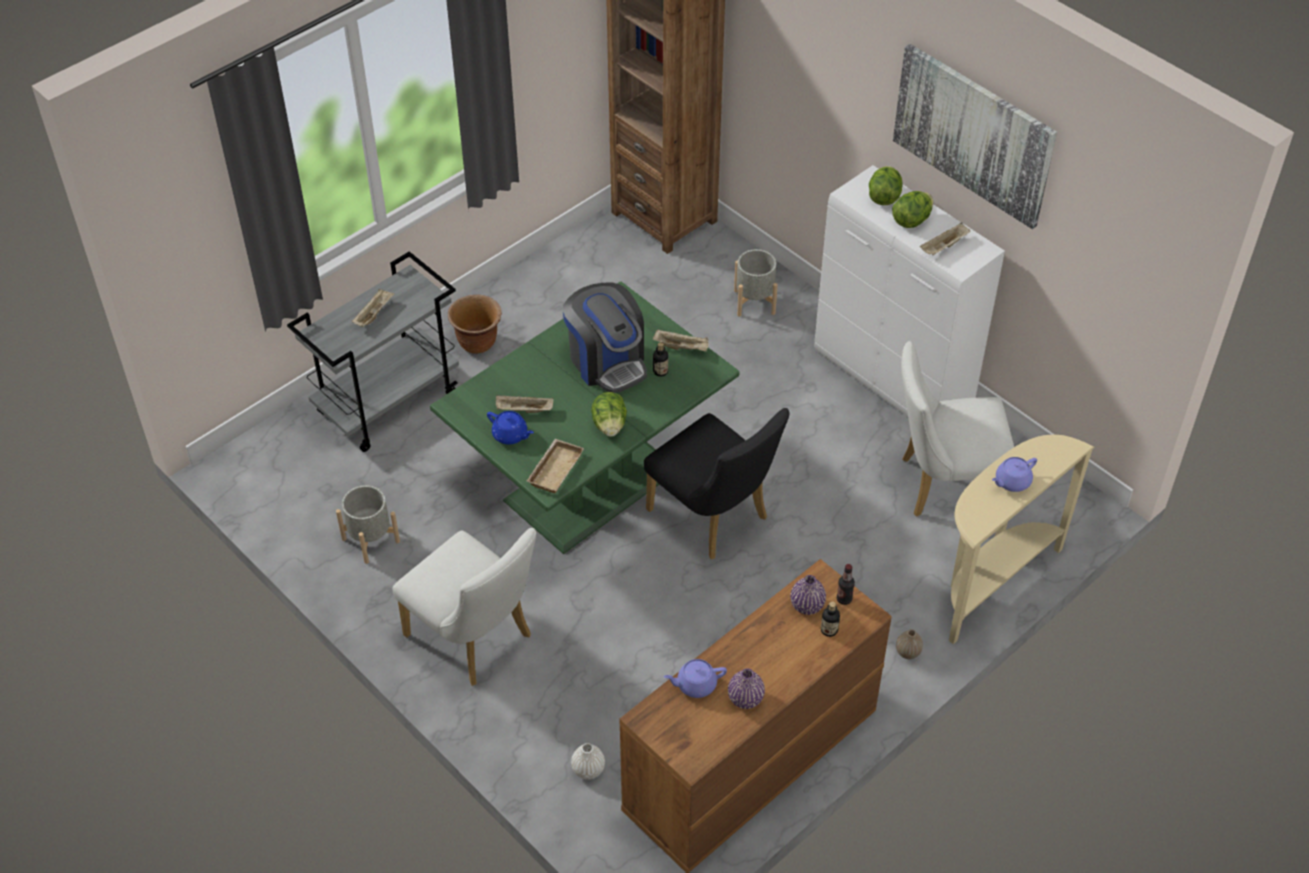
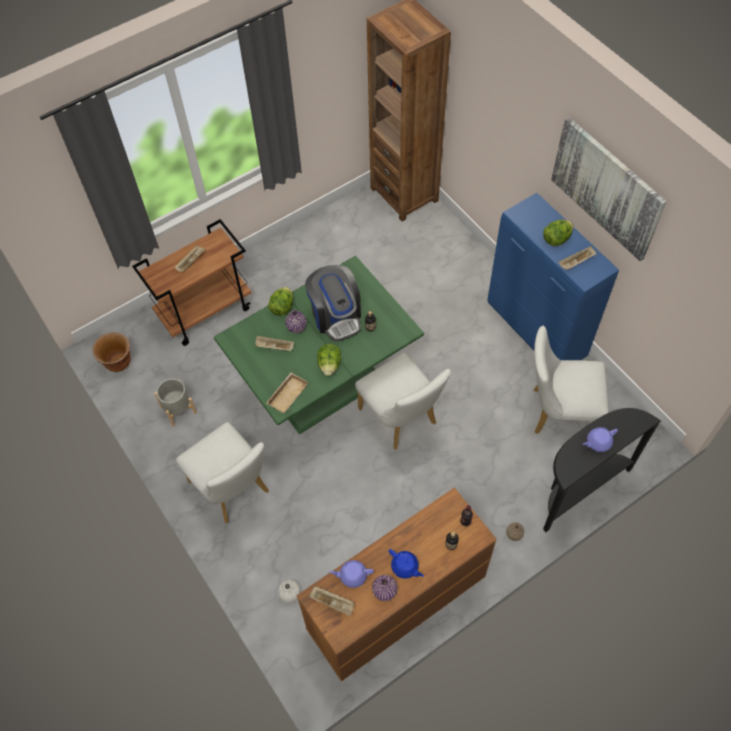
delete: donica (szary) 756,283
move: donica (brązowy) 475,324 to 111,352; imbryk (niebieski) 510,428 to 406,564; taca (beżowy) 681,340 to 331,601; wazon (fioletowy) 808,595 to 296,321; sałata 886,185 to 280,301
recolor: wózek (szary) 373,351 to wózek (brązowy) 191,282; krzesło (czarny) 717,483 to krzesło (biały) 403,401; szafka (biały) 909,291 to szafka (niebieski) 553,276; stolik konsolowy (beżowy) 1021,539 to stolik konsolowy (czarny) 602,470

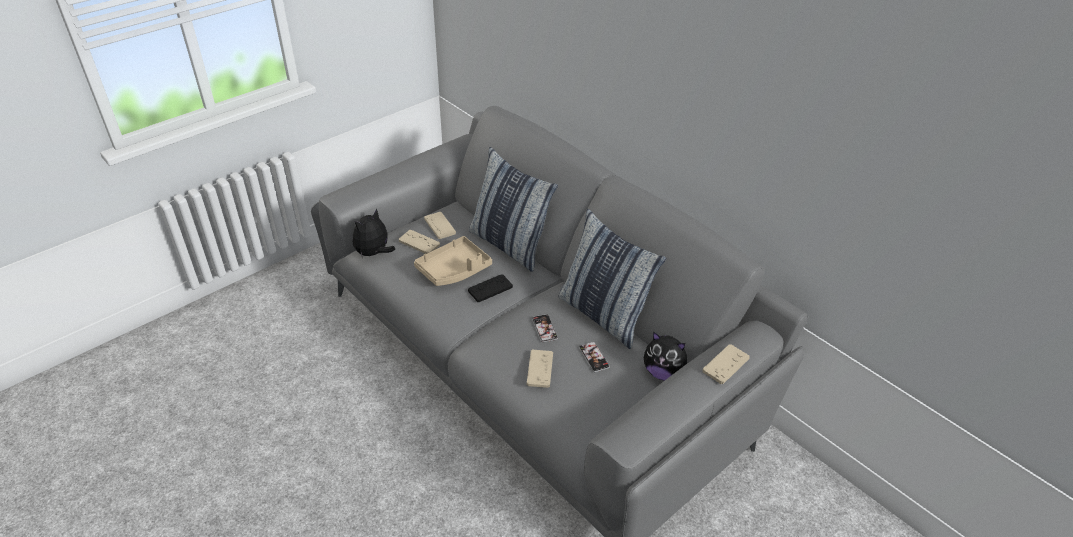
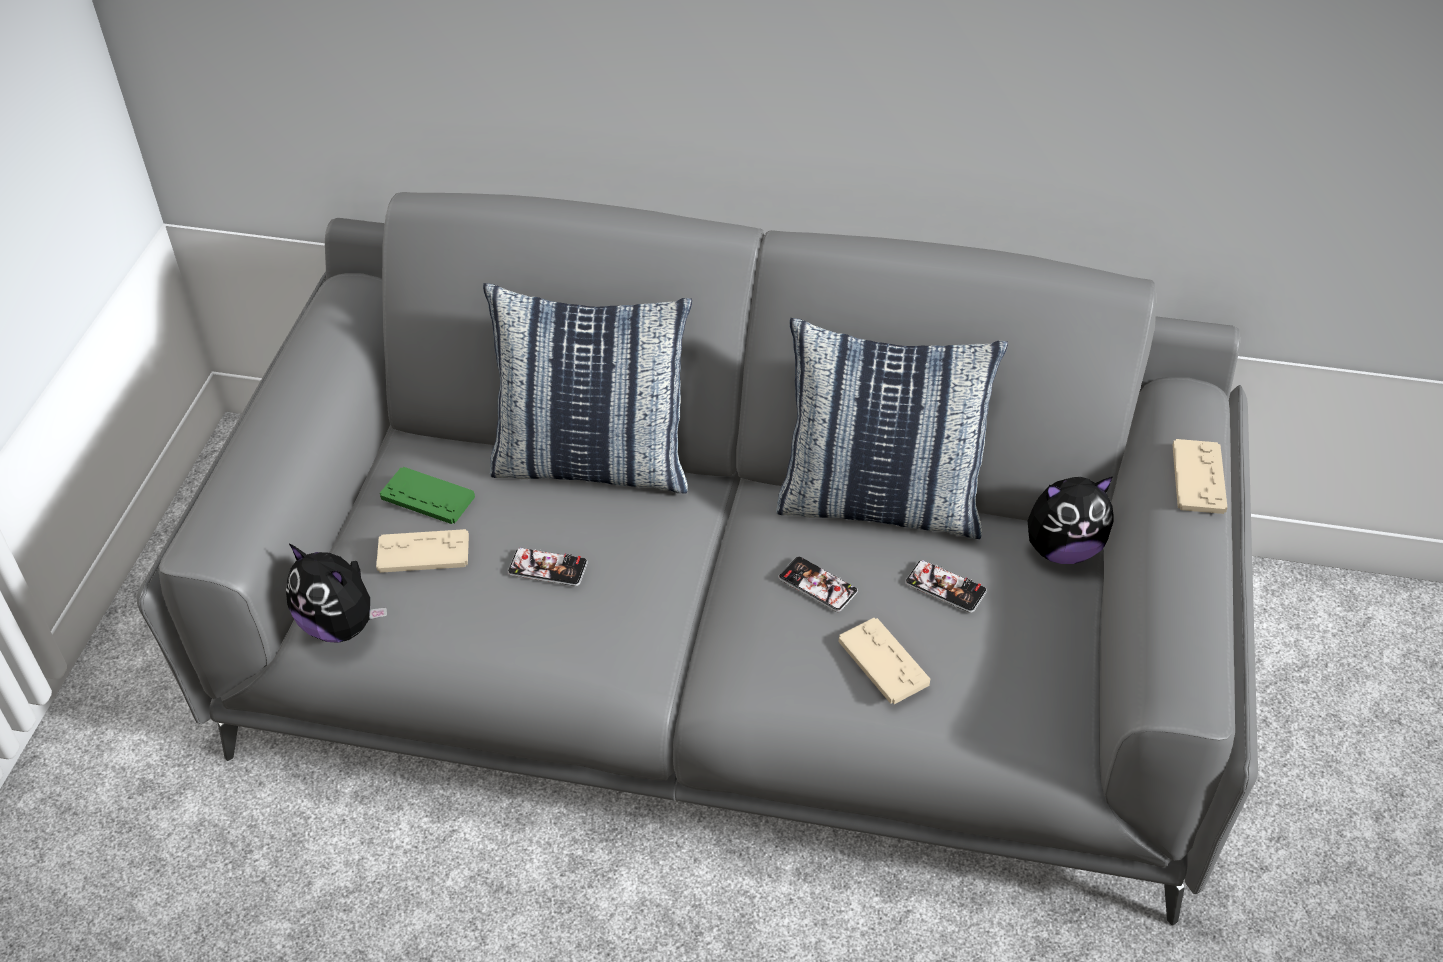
delete: pad do gier (czarny) 490,288
replace: taca (beżowy) 453,261 to telefon 548,567
recolor: pad do gier (beżowy) 440,225 to pad do gier (zielony) 427,495
rotate: pluszak 374,233 = 336,593 60 degrees counterclockwise

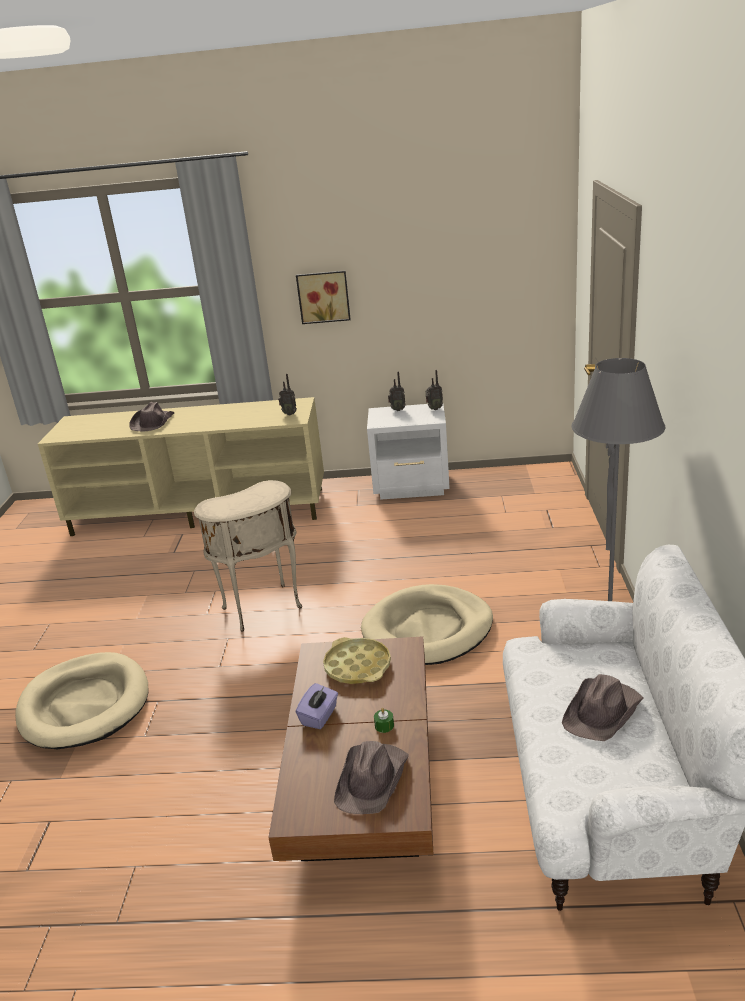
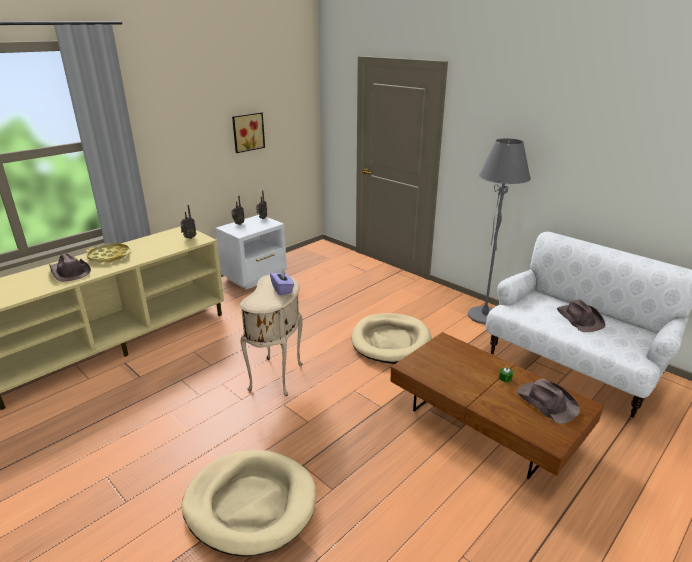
move: obraz 323,297 to 248,132; pudełko chusteczek (fioletowy) 317,706 to 282,282; taca (żółty) 357,660 to 108,253

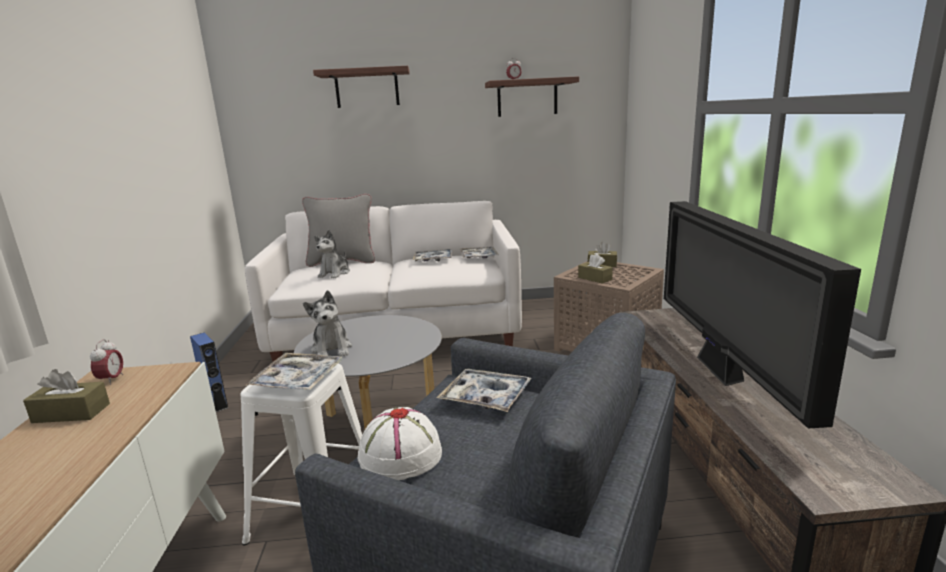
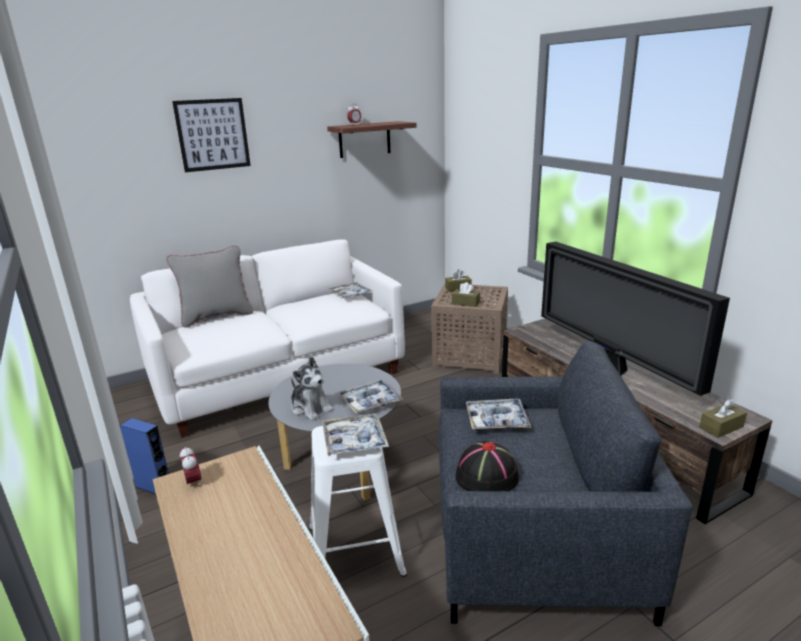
delete: pluszak 332,254
move: pudełko chusteczek (brązowy) 66,396 to 723,418; taca 432,255 to 370,396
replace: półka 361,87 to obraz 211,135
recolor: kapelusz (biały) 400,443 to kapelusz (czarny) 487,466

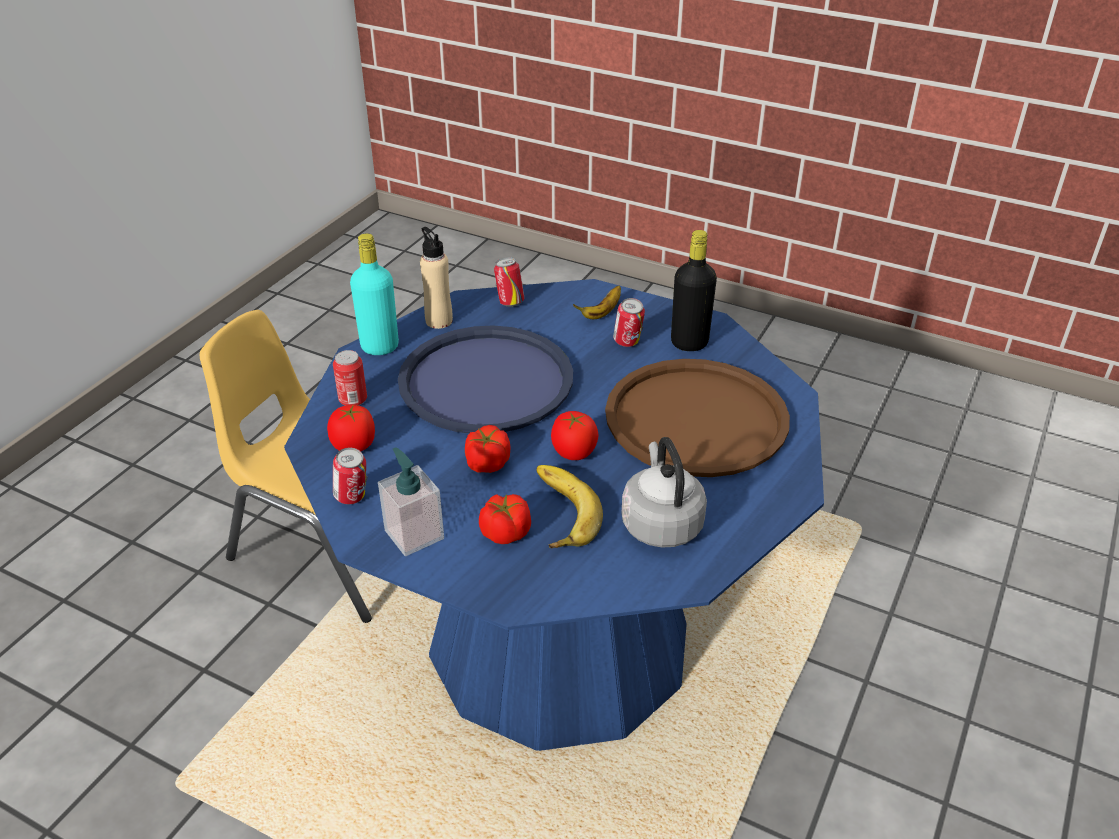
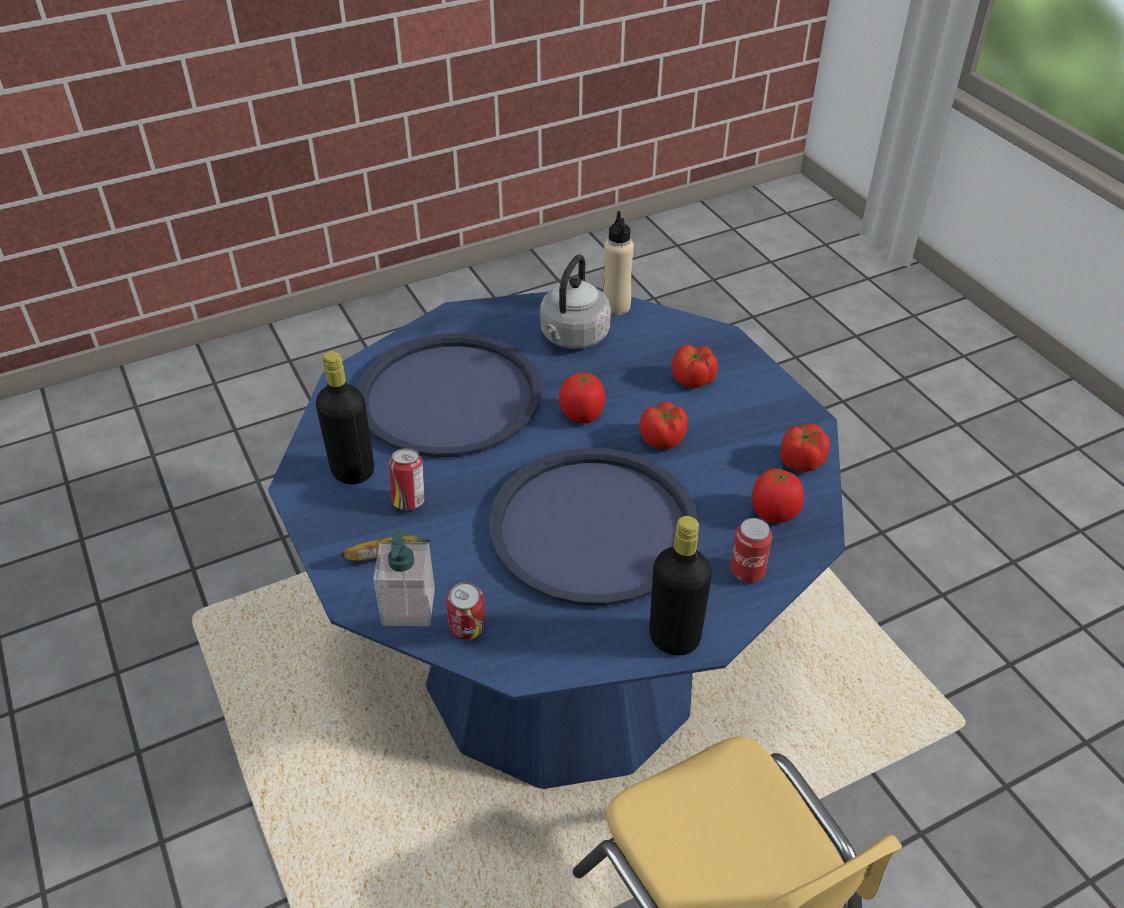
delete: banan 569,506
move: dozownik mydła 411,502 to 404,576; butelka (beżowy) 436,278 to 618,263
replace: puszka 350,475 to pomidor 805,448
recolor: butelka (turkusowy) 374,294 to butelka (czarny) 680,585; taca (brązowy) 697,418 to taca (niebieski) 449,395

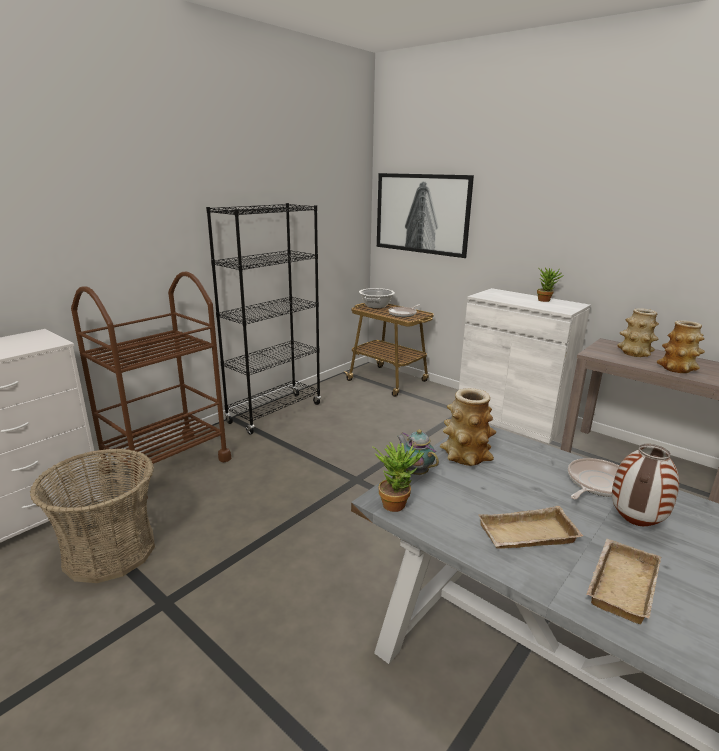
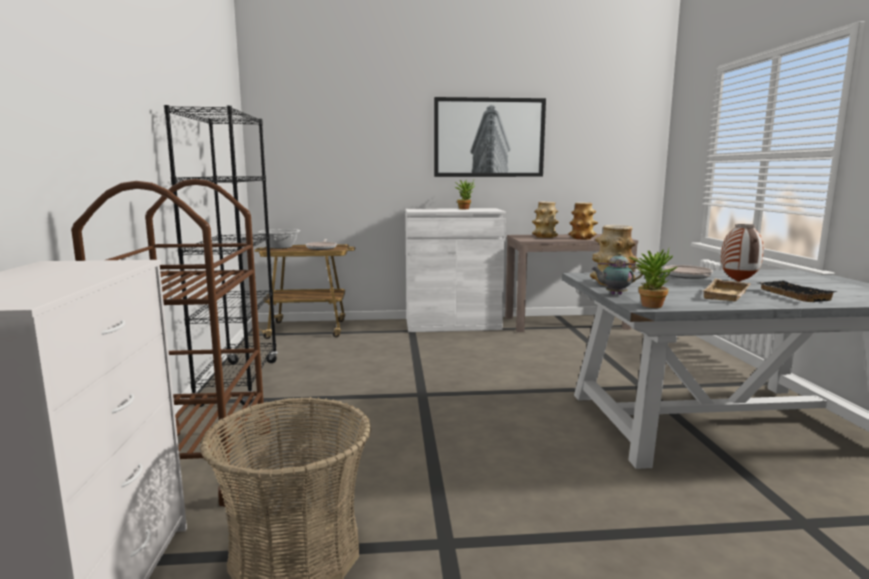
move: obraz 425,215 to 490,137
recolor: taca (beżowy) 624,581 to taca (czarny) 797,291

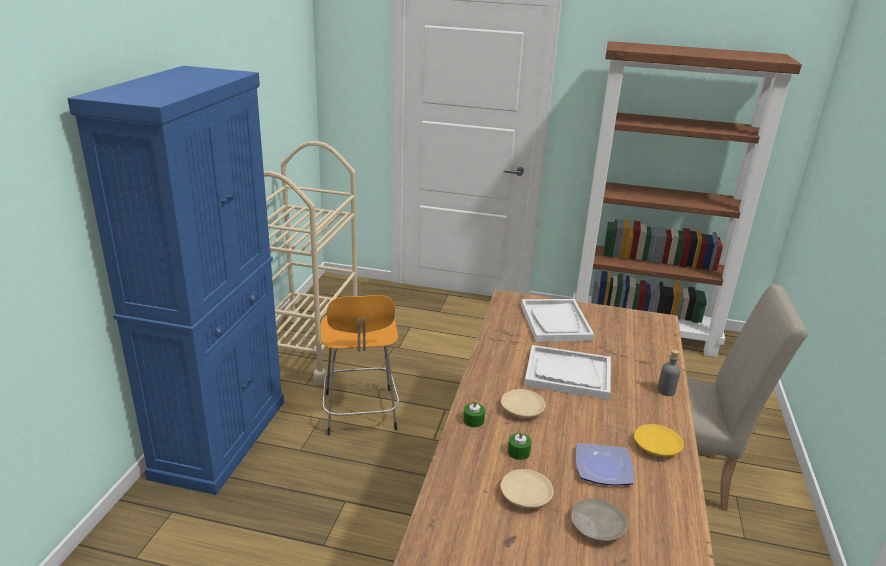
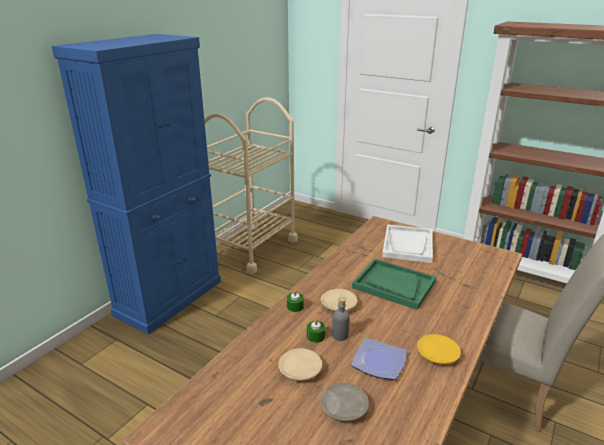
delete: stołek (pomarańczowy) 360,365
move: butelka (szary) 669,372 to 341,319
recolor: taca (biały) 567,372 to taca (zielony) 394,284

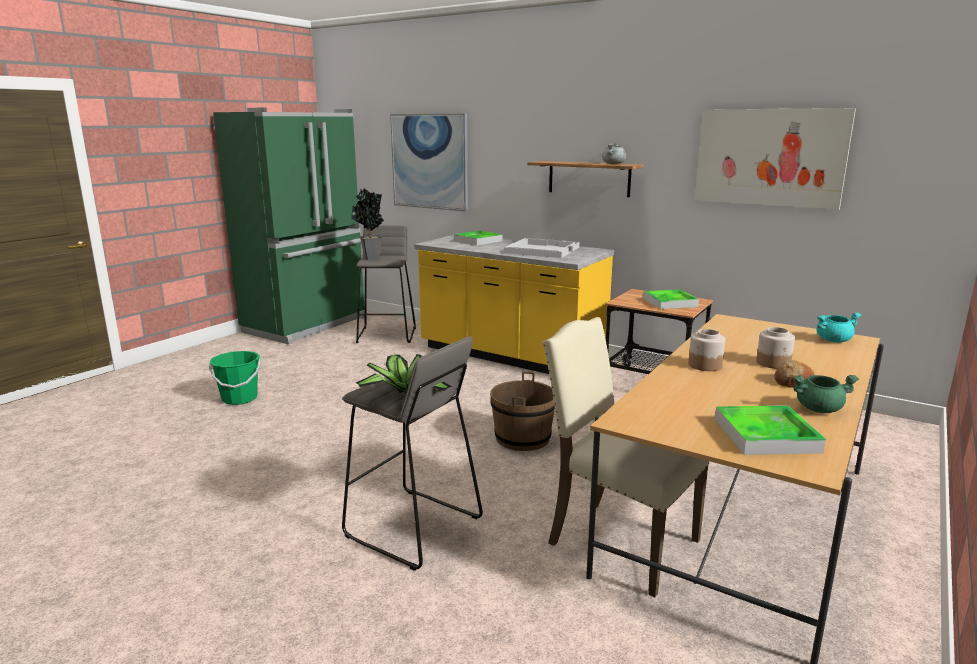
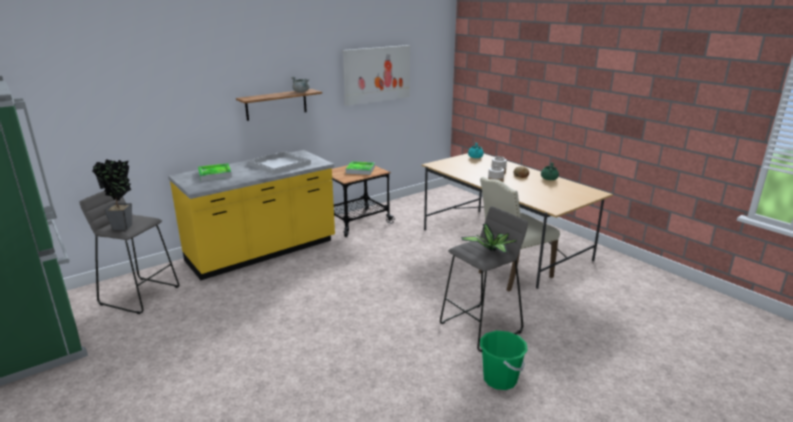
delete: obraz 429,163; wiadro (brązowy) 522,411; taca 770,430
move: wiadro (zielony) 235,378 to 504,360

